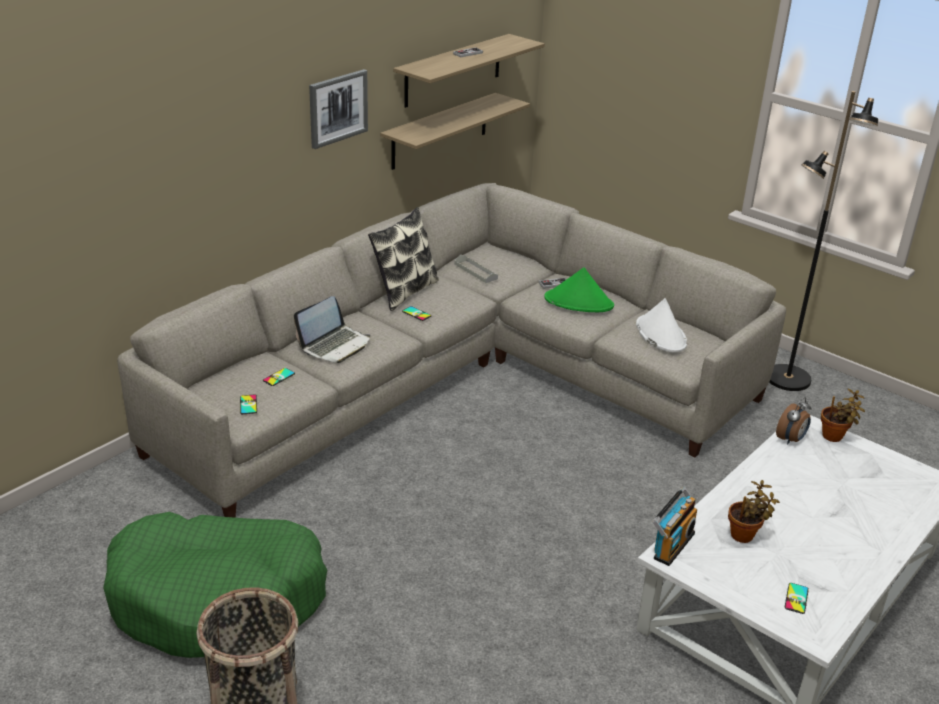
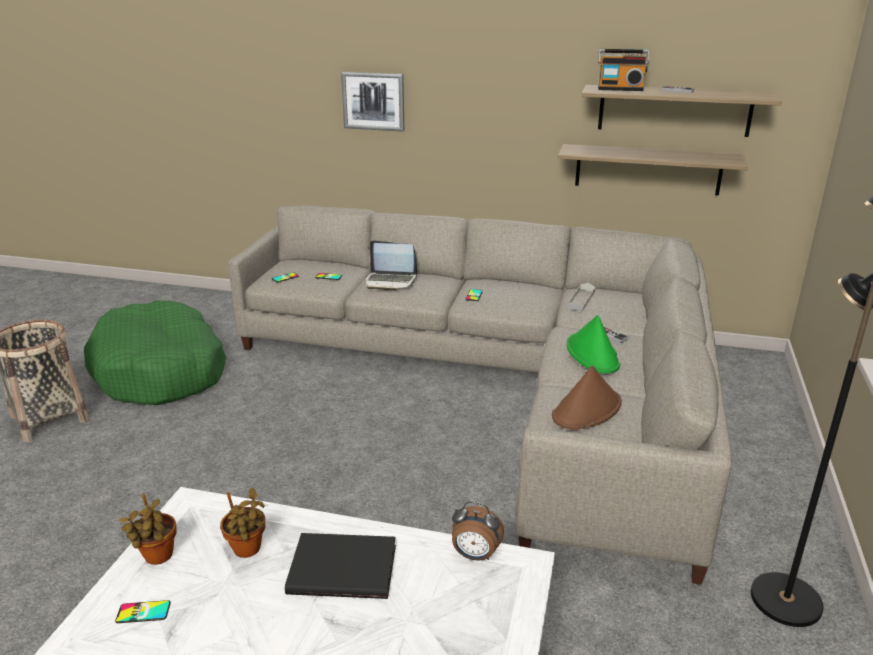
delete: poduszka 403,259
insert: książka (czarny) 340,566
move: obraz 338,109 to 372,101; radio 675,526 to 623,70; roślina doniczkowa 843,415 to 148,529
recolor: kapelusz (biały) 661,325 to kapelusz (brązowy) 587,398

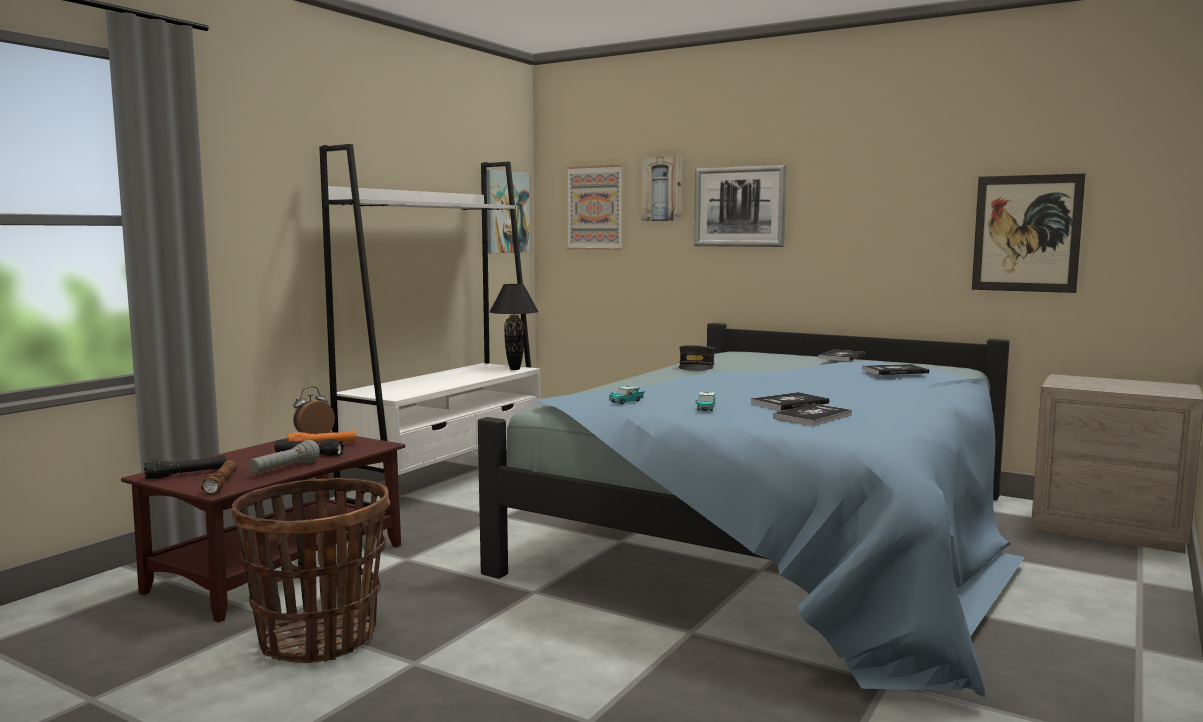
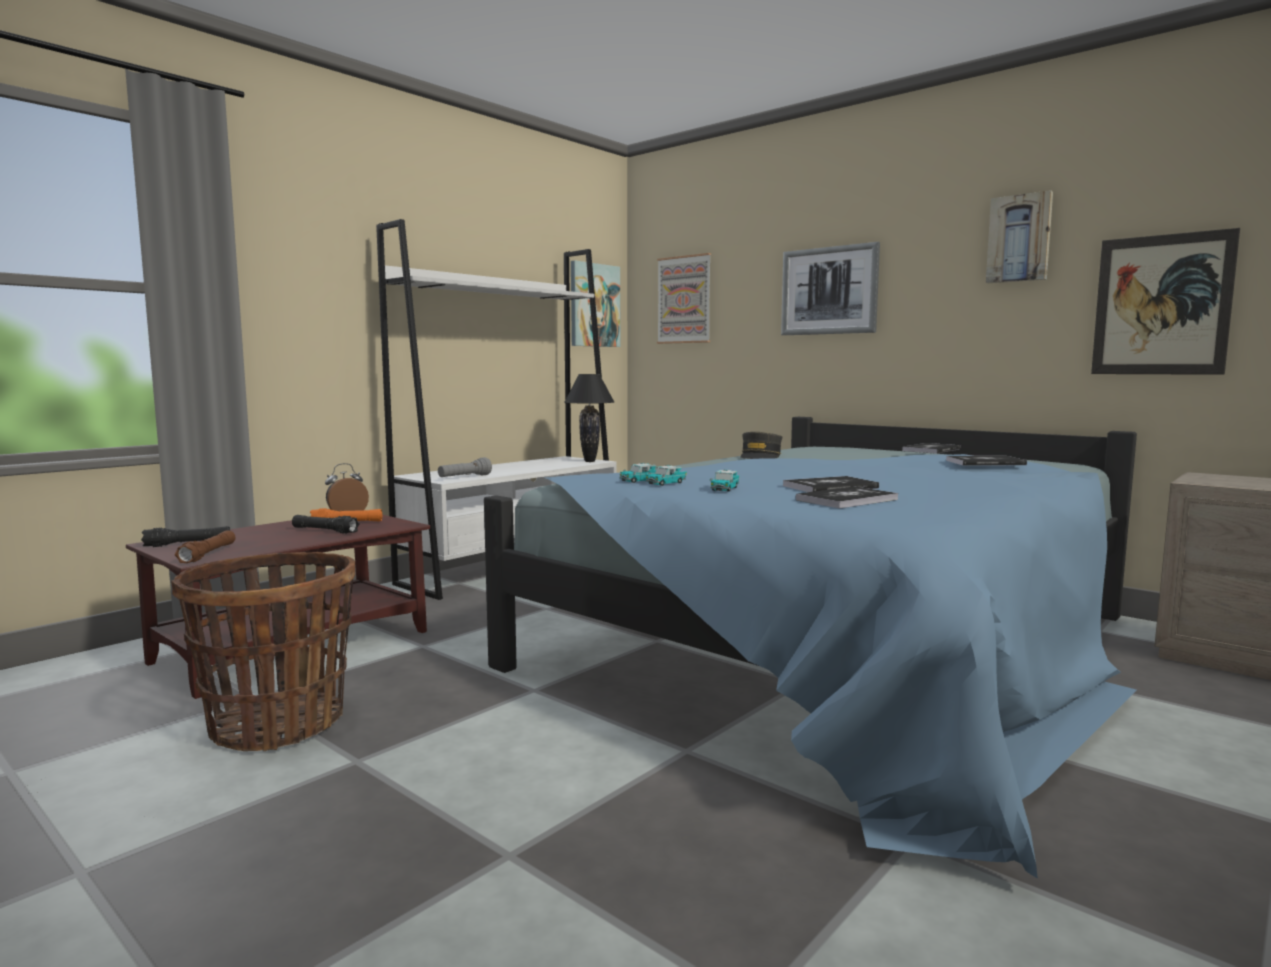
insert: samochodzik 666,475
move: latarka (szary) 284,457 to 465,467; obraz 661,188 to 1019,236

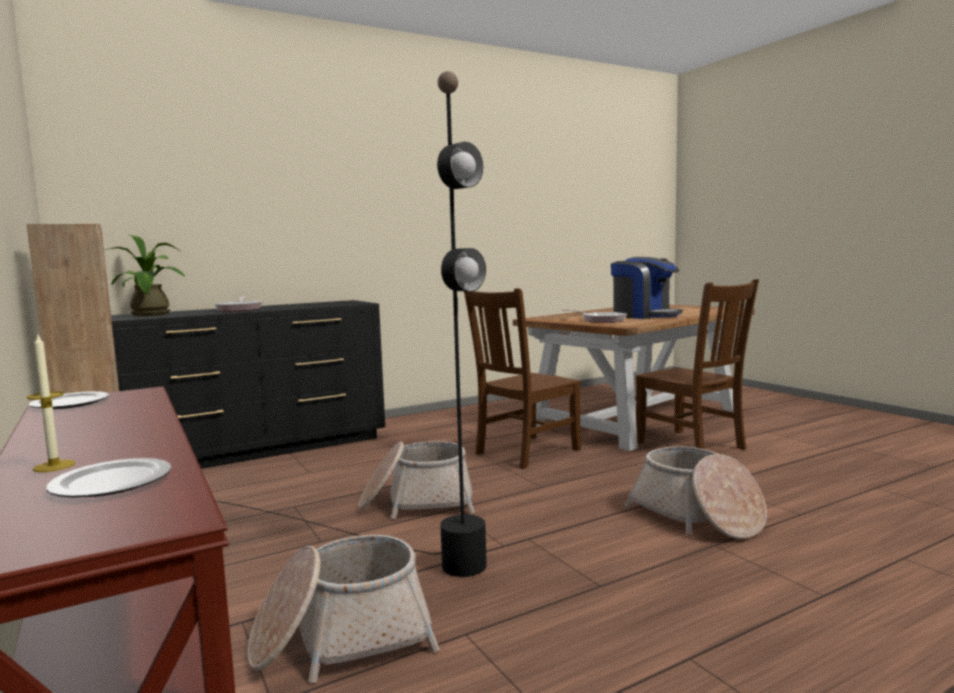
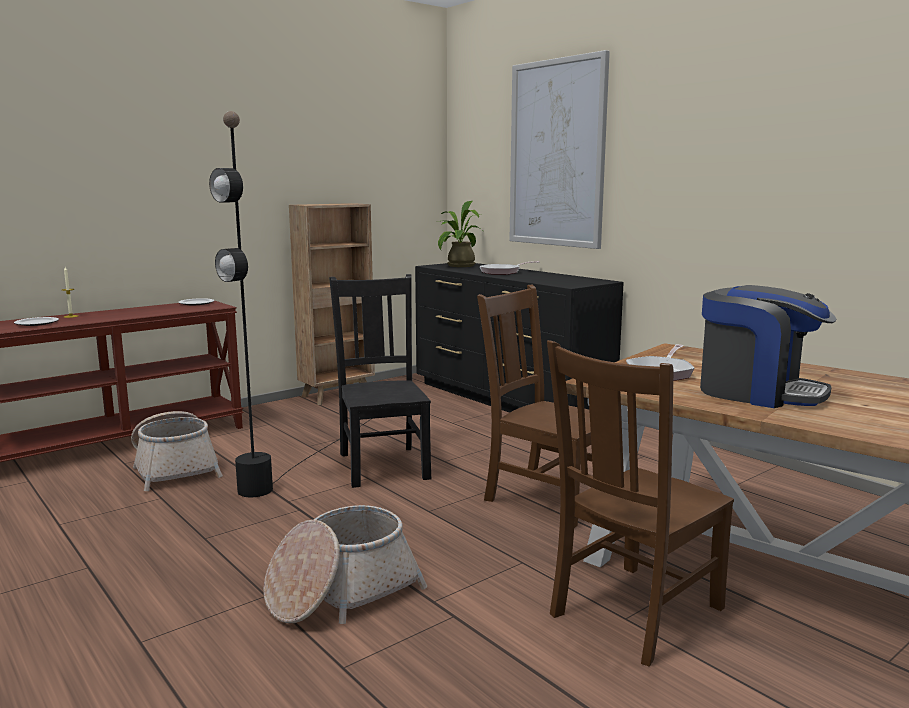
insert: obraz 560,149
replace: koszyk 416,480 to krzesło (czarny) 380,381
rotate: ekspres do kawy 647,288 = 768,346 90 degrees counterclockwise

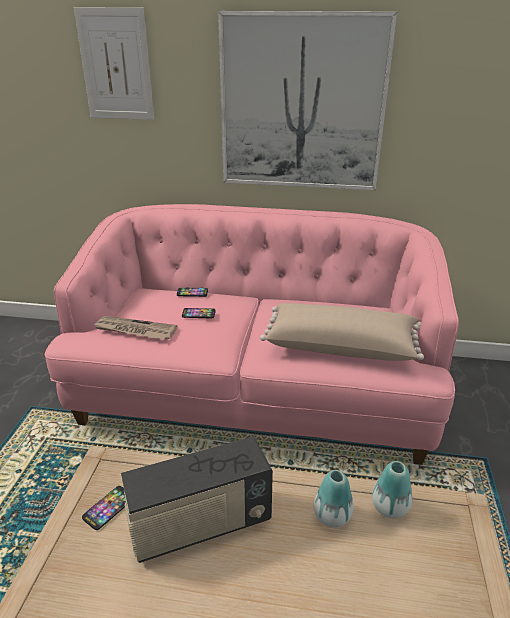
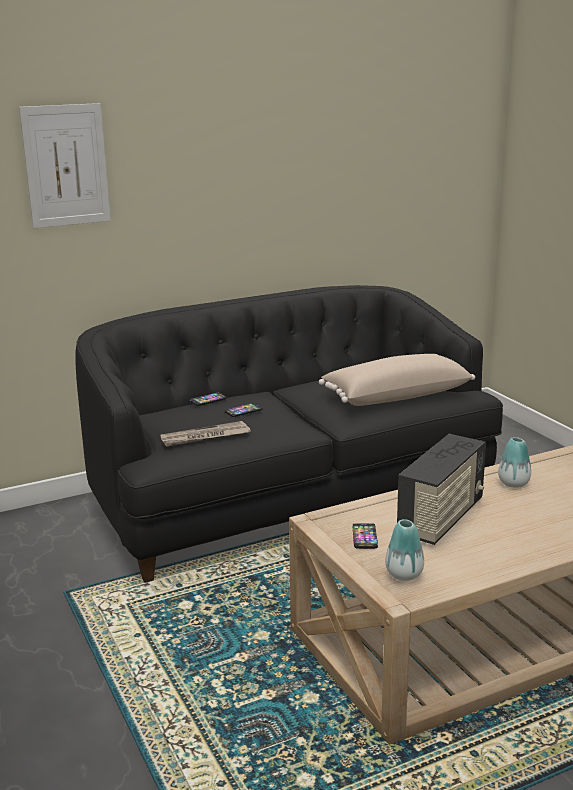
delete: obraz 307,100
move: wazon 392,490 to 404,550
recolor: kanapa (różowy) 252,334 to kanapa (czarny) 289,434

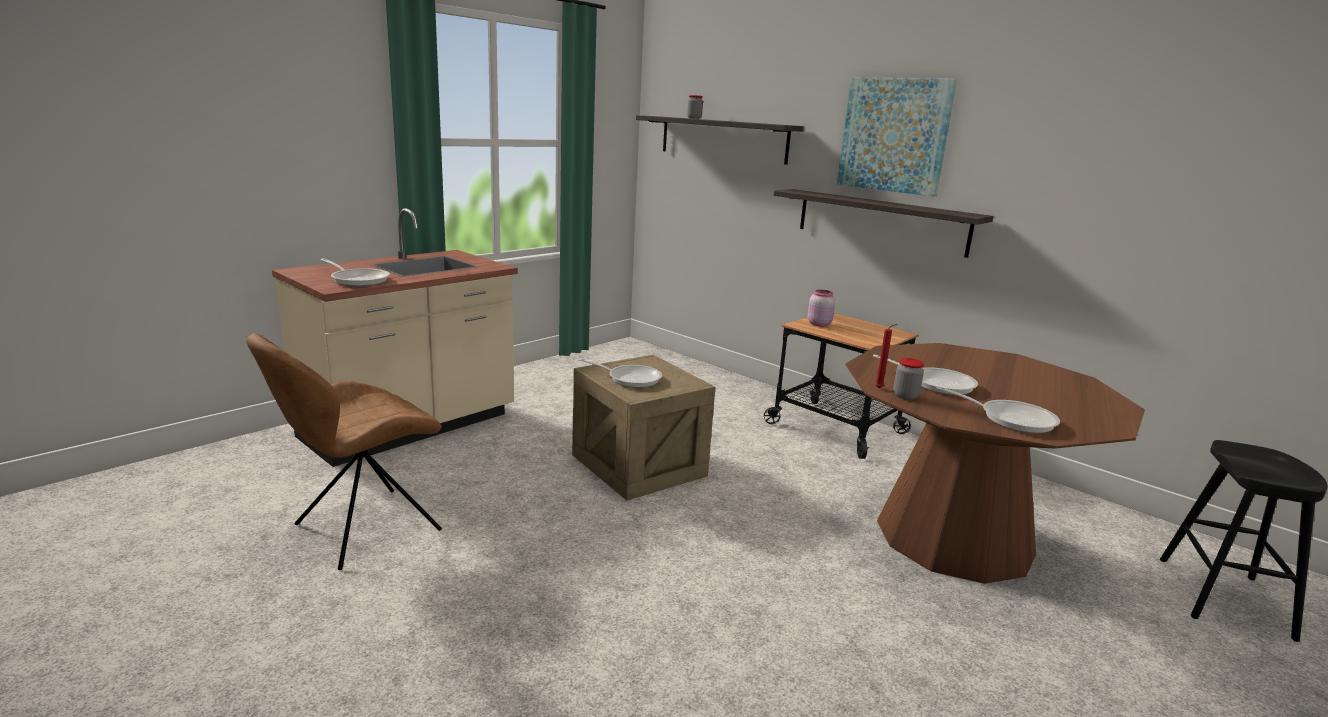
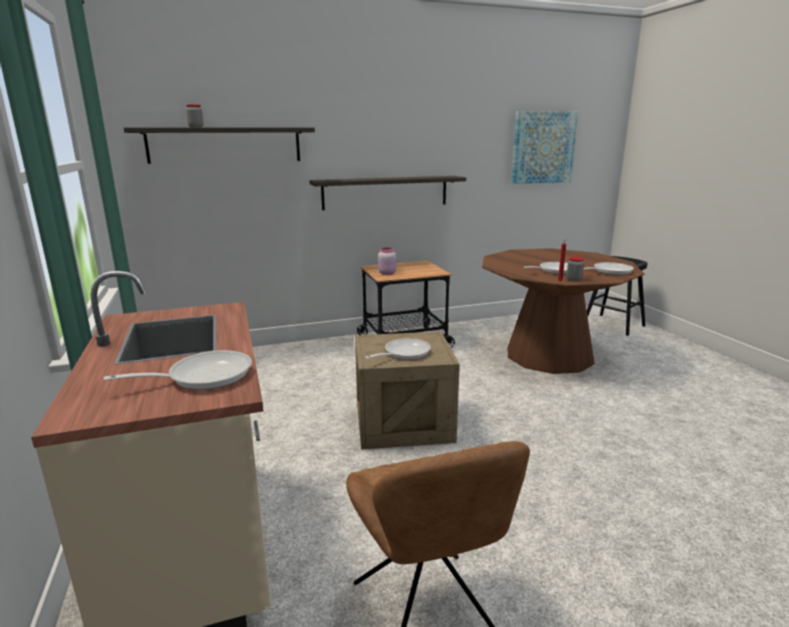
move: obraz 897,136 to 544,147

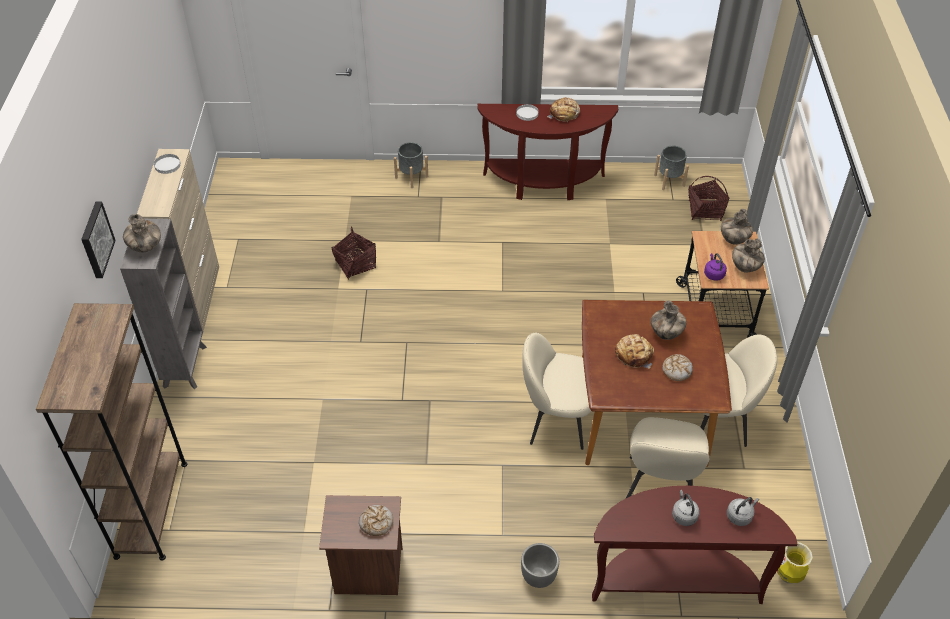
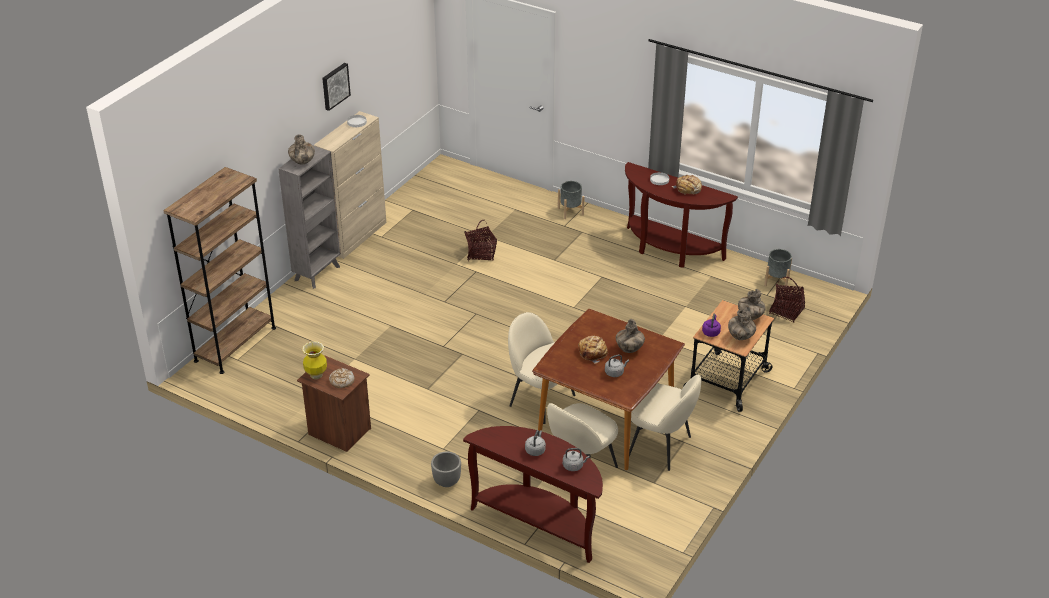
move: obraz 98,239 to 336,87; wazon 795,563 to 314,360
replace: chleb 677,367 to czajnik (szary) 617,365

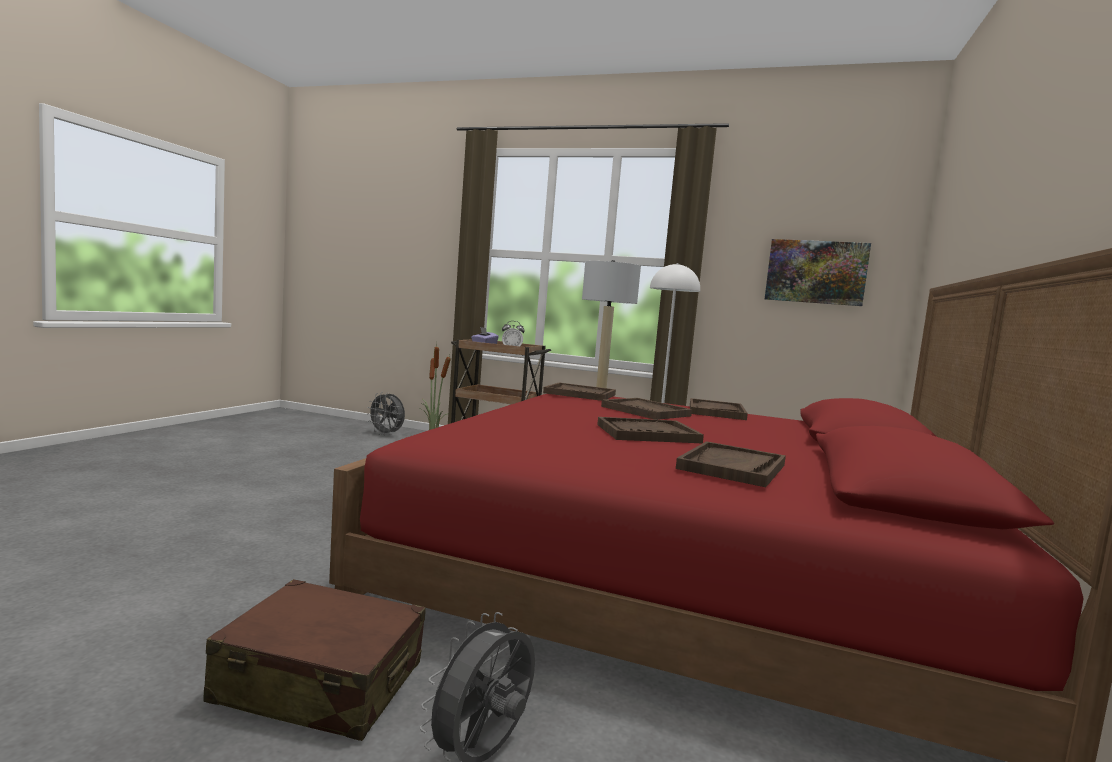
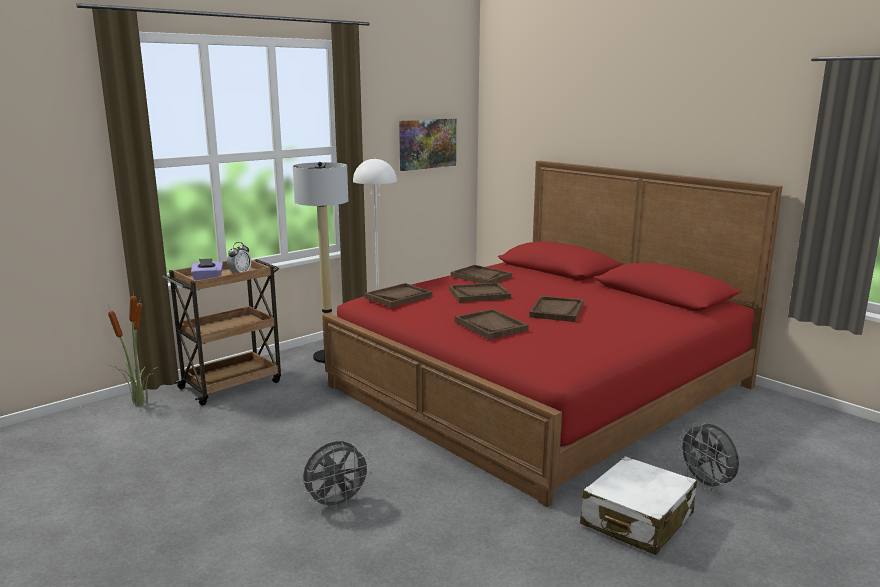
move: wentylator (szary) 386,414 to 337,475; taca (brązowy) 731,464 to 492,324
recolor: walizka (brązowy) 315,660 to walizka (biały) 638,505

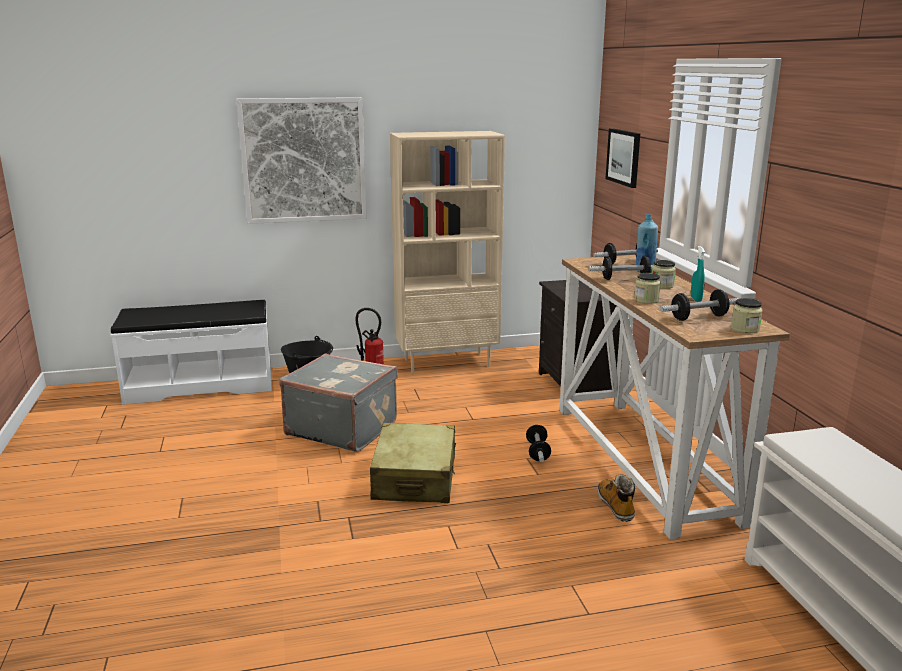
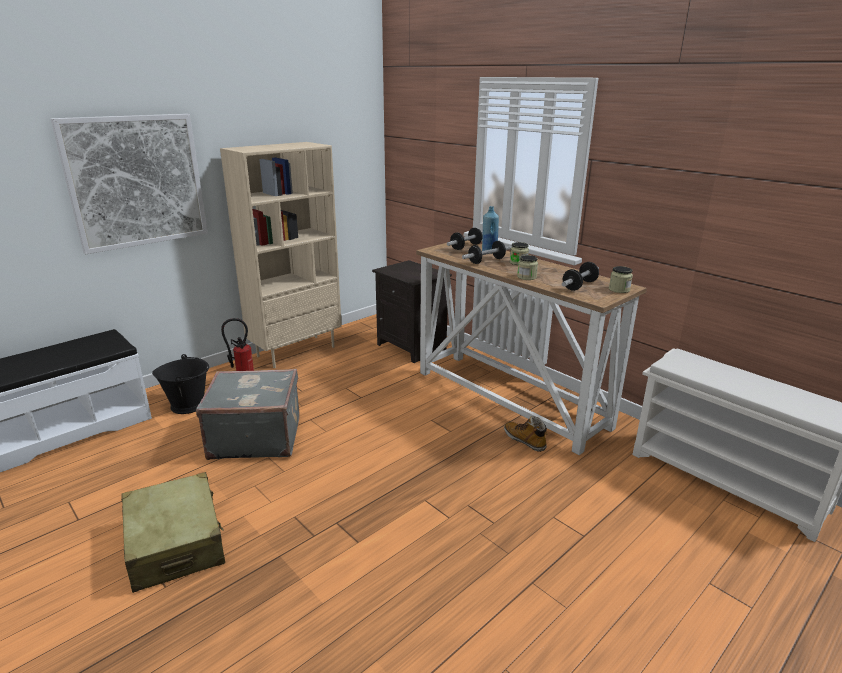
delete: hantel 538,443; obraz 622,158; spryskiwacz (turkusowy) 698,274
move: walizka (beżowy) 413,463 to 173,532

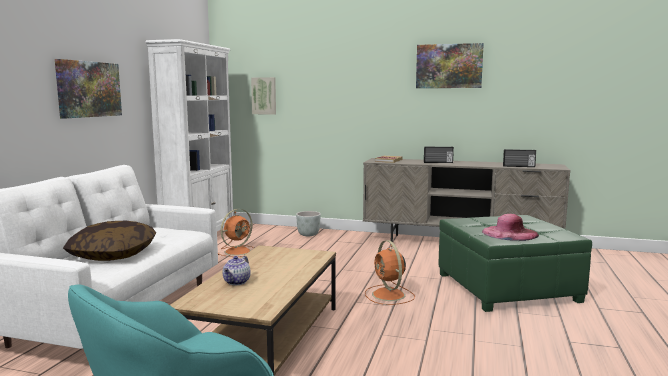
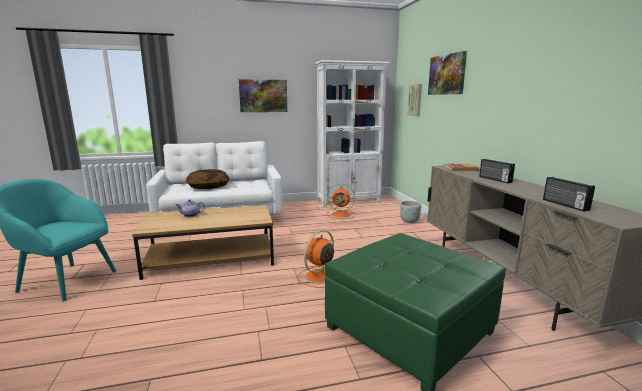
delete: kapelusz (różowy) 510,227
move: obraz 450,65 to 447,73

